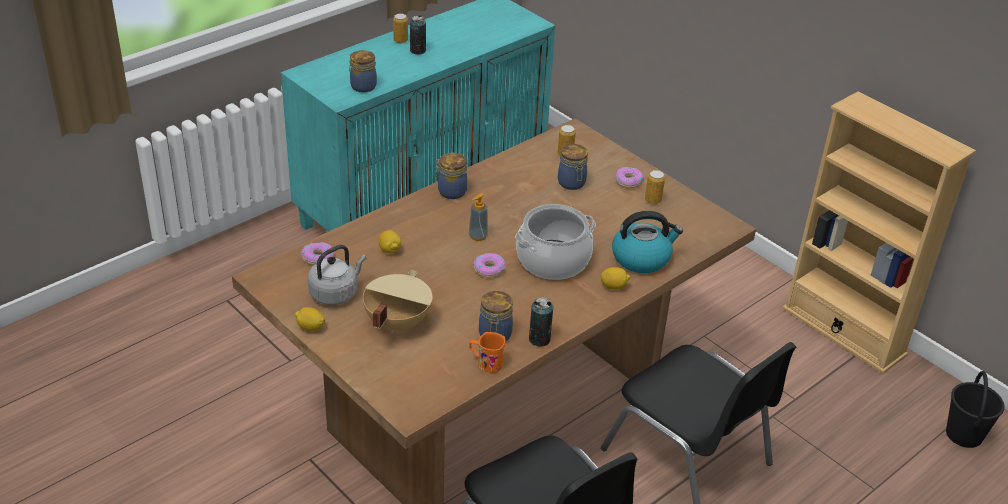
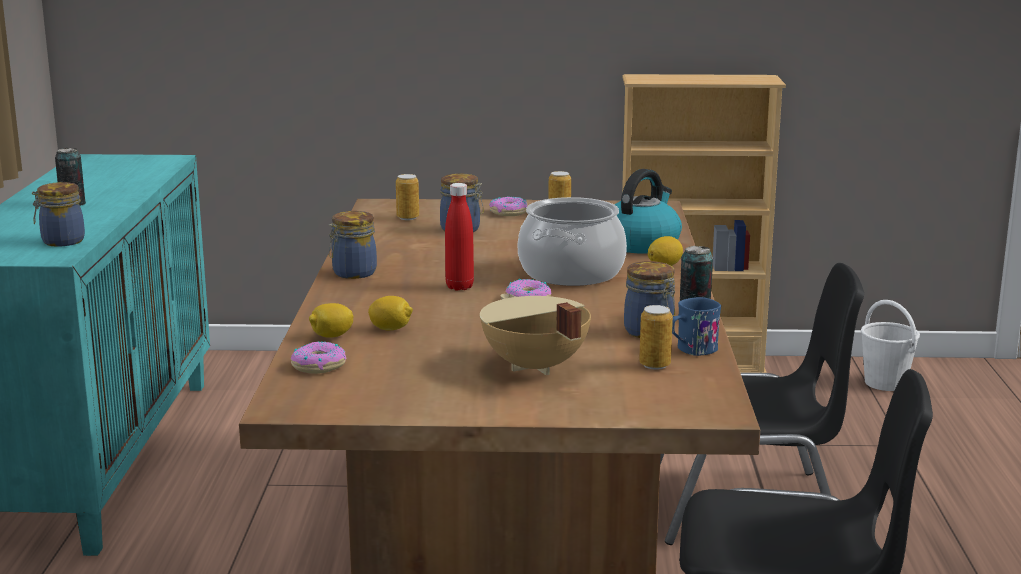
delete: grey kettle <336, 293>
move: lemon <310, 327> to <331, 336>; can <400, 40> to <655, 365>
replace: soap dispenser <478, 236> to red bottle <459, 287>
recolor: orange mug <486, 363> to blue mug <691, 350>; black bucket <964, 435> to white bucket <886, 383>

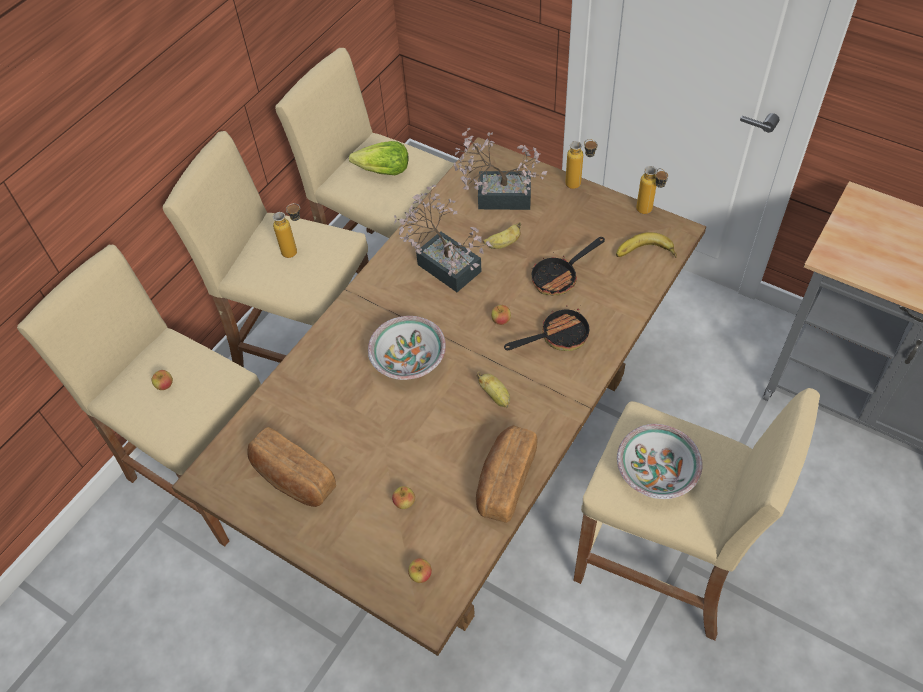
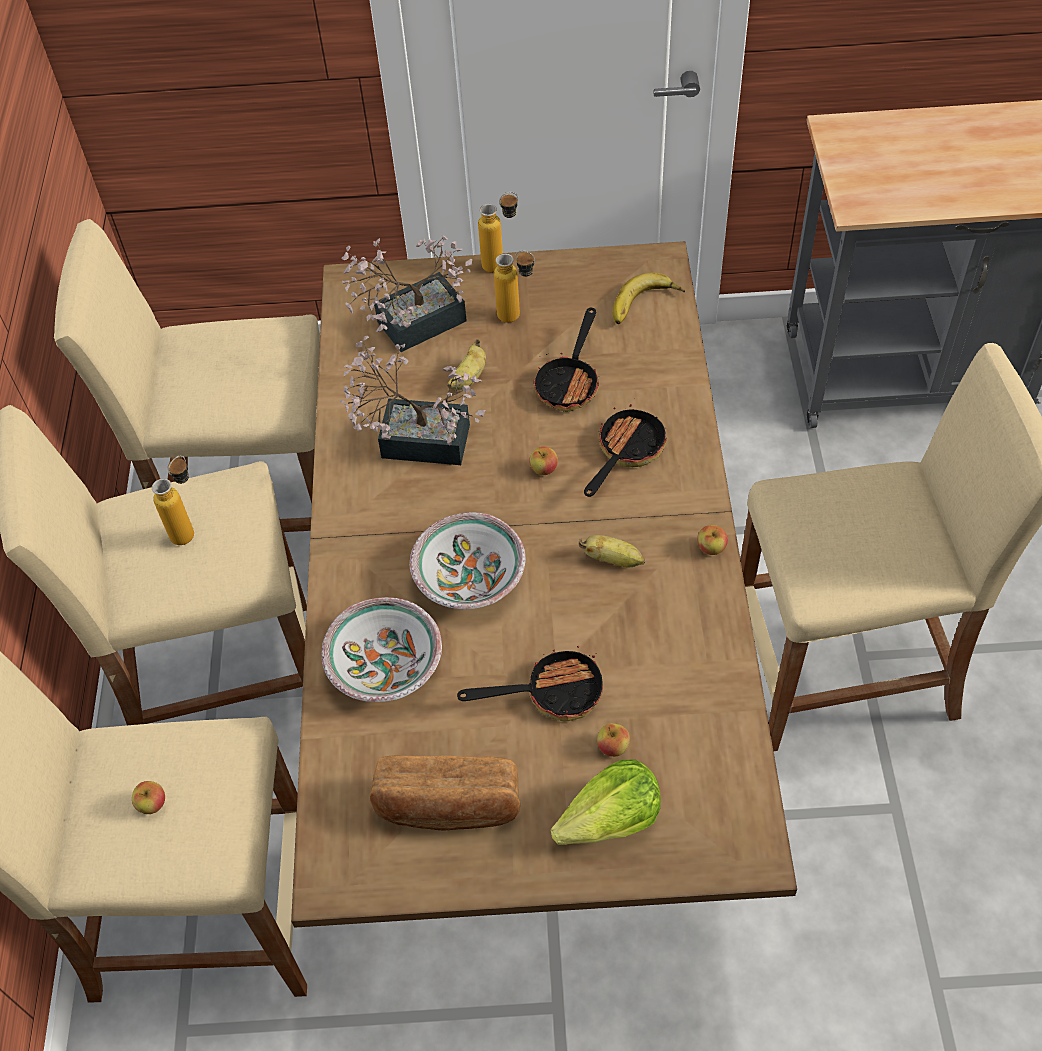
delete: bread <505, 481>
insert: frying pan <552, 692>
move: lettuce <383, 171> to <610, 820>; apple <420, 575> to <711, 548>; bowl <656, 470> to <384, 664>; bottle <648, 213> to <517, 317>

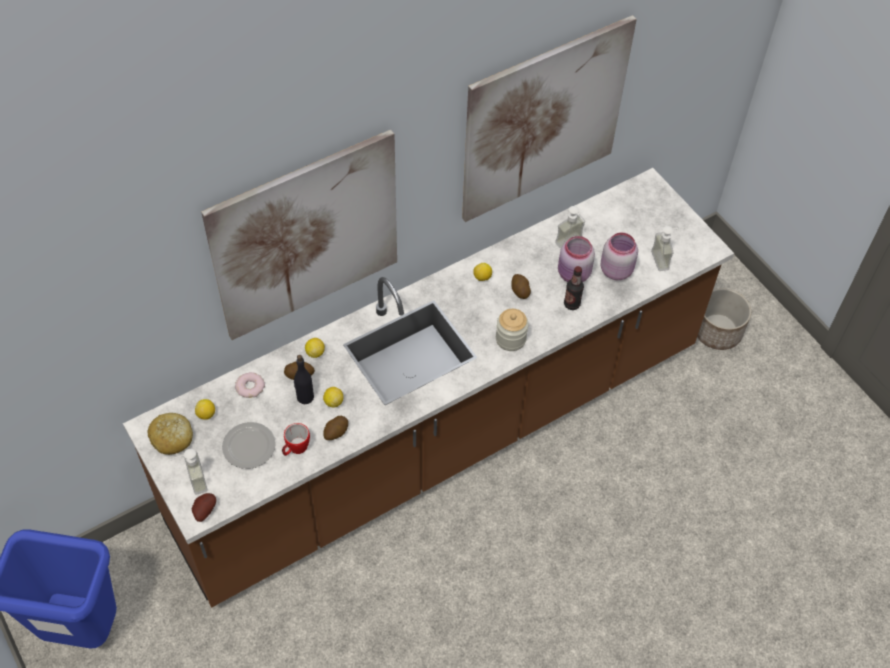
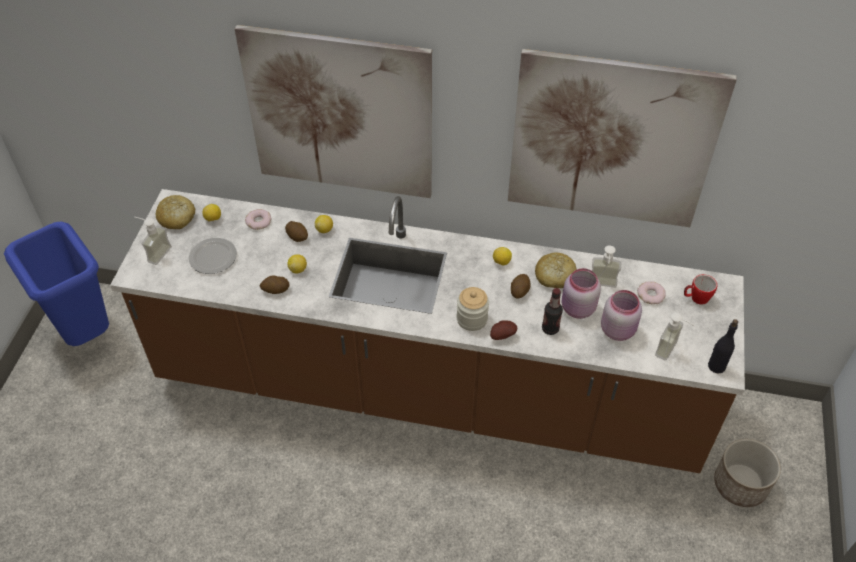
insert: bread <554, 276>; donut <651, 295>
move: potato <204, 511> to <502, 335>; mug <295, 449> to <696, 298>; black bottle <305, 397> to <716, 366>

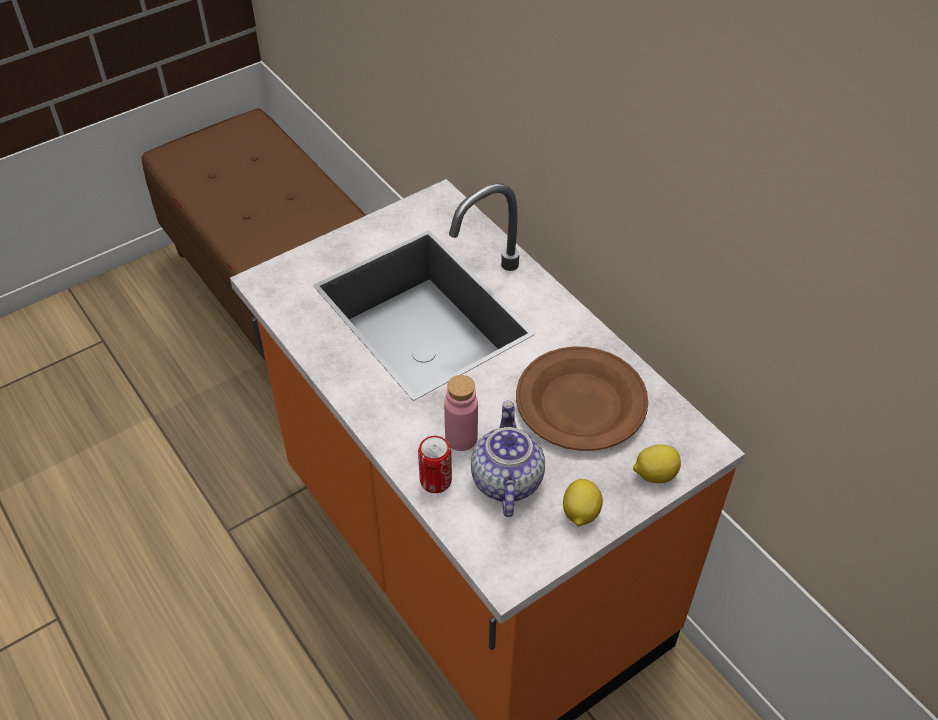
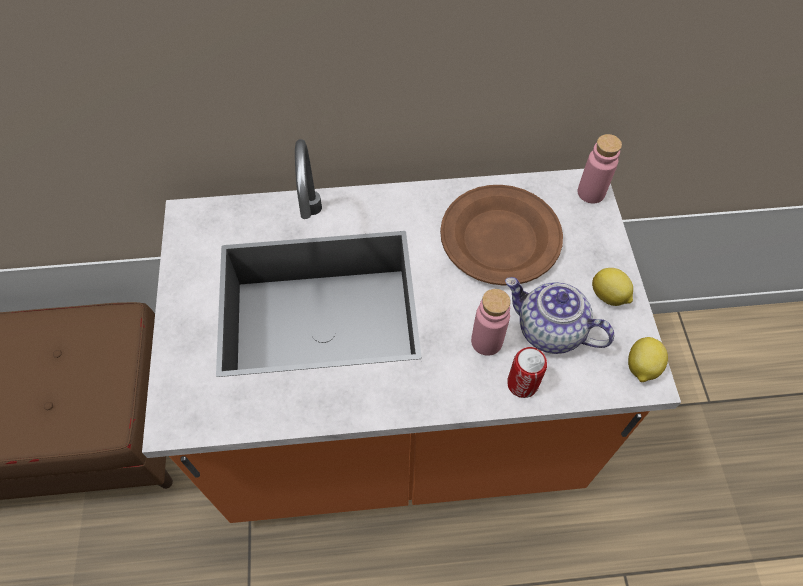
insert: pink bottle <591, 192>
move: lemon <654, 474> to <641, 367>

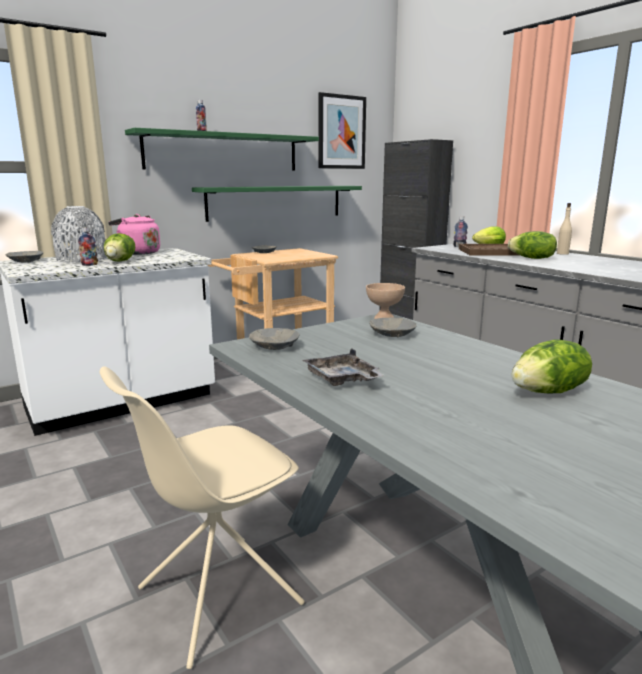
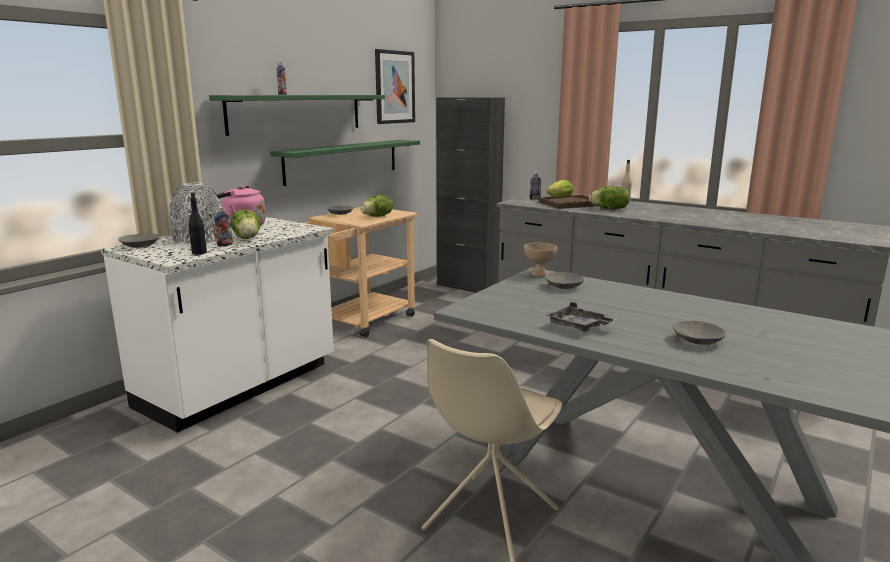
insert: black bottle <199, 253>
move: grey bowl <274, 346> to <697, 341>; lettuce <549, 392> to <377, 216>

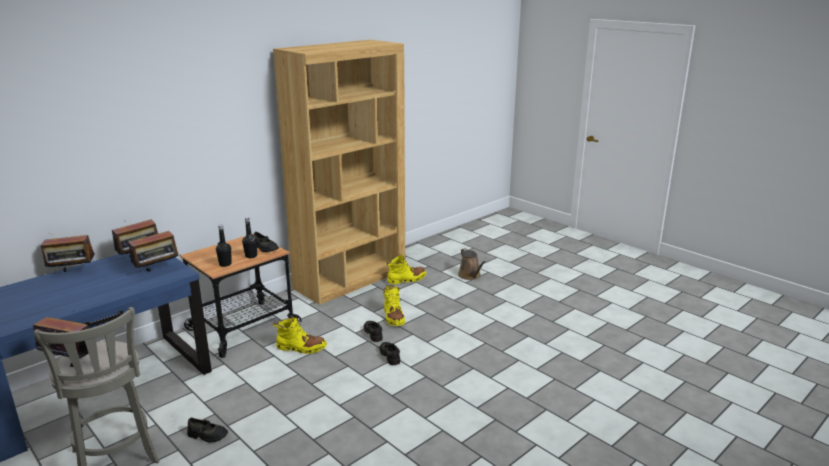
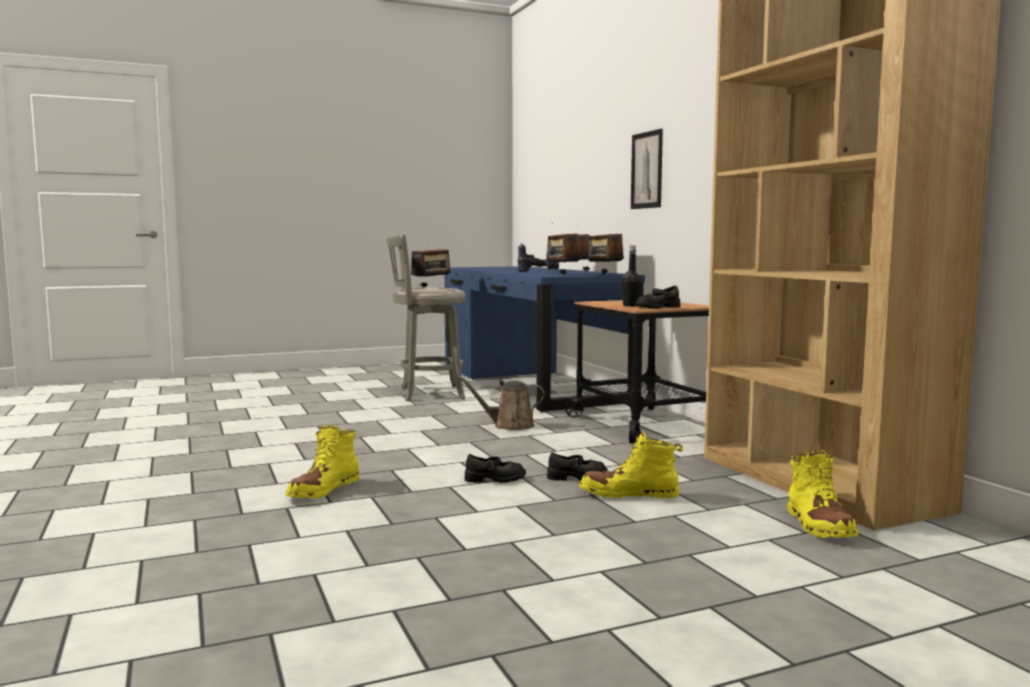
delete: black shoe <207, 435>; black bottle <225, 264>
insert: power drill <539, 271>; picture <647, 170>
move: yellow boot <301, 348> to <323, 490>; brown watering can <470, 276> to <509, 426>

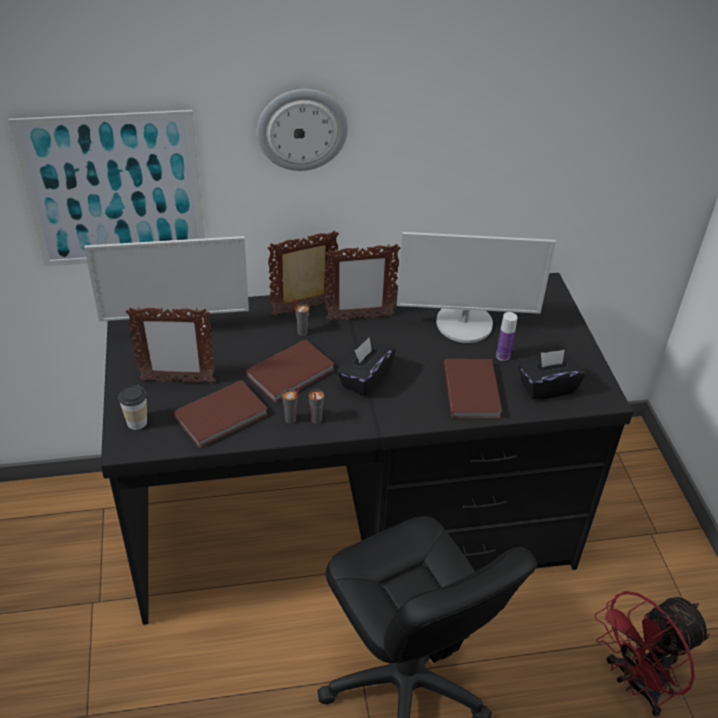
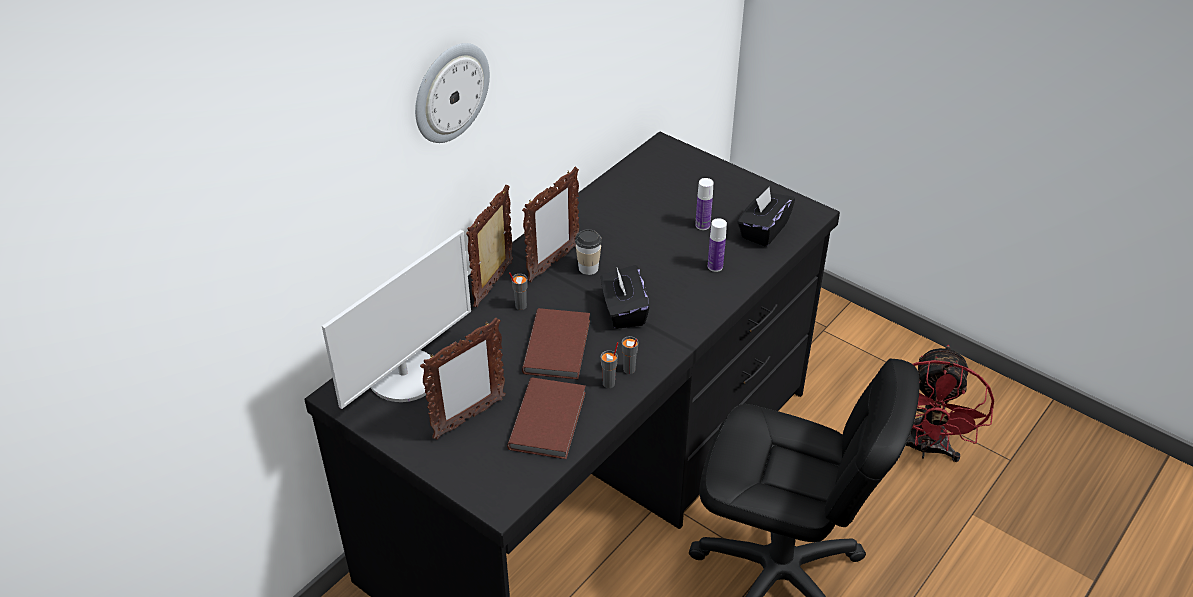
delete: picture <114, 191>; monitor <464, 324>
move: cup <137, 422> to <588, 268>
replace: brown book <473, 390> to bottle <715, 266>

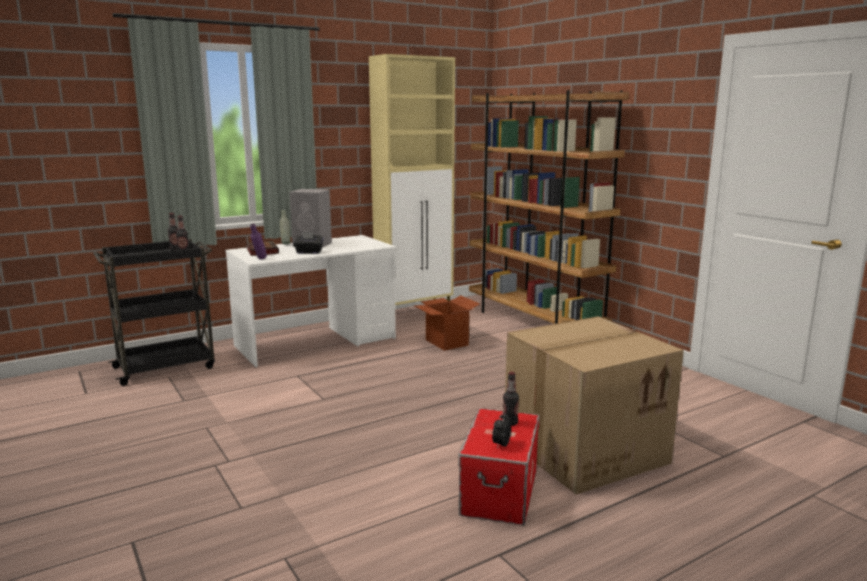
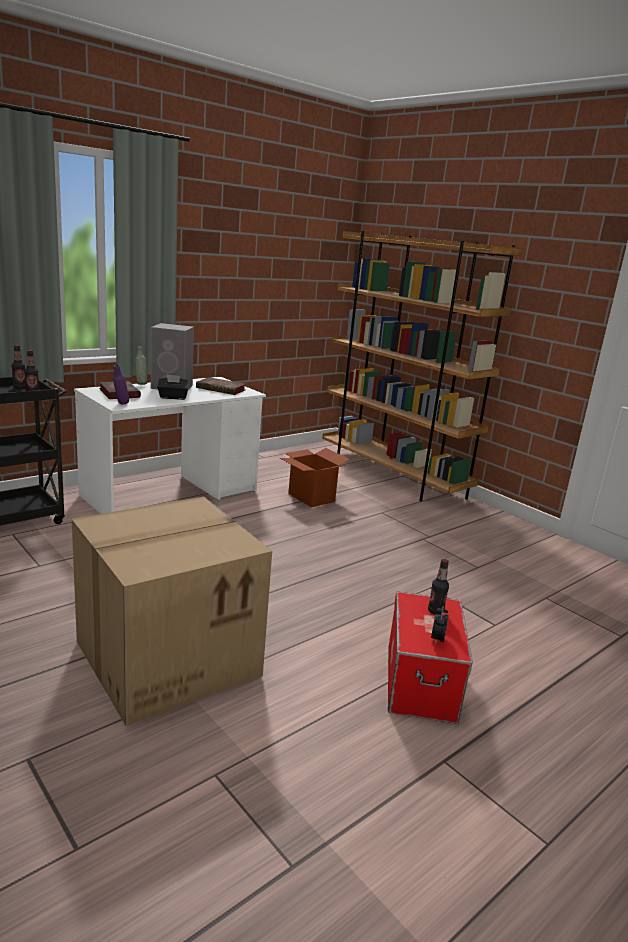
delete: beige cabinet <415, 312>
insert: book <222, 389>
move: cardboard box <584, 449> to <169, 656>

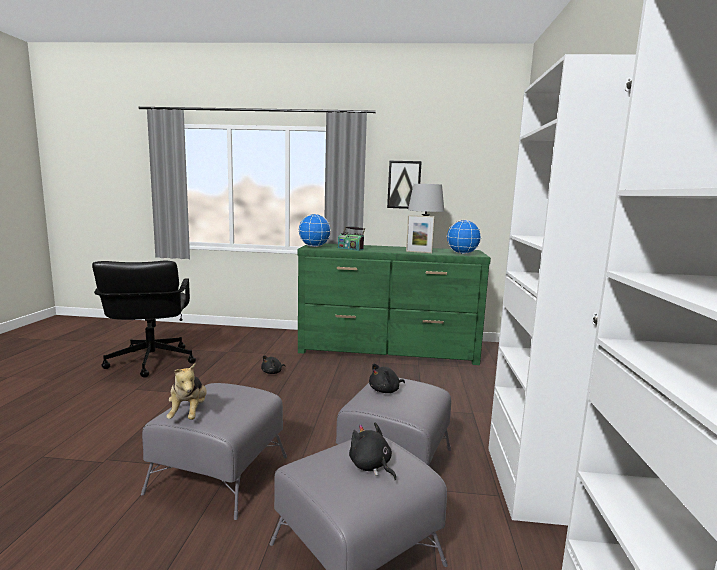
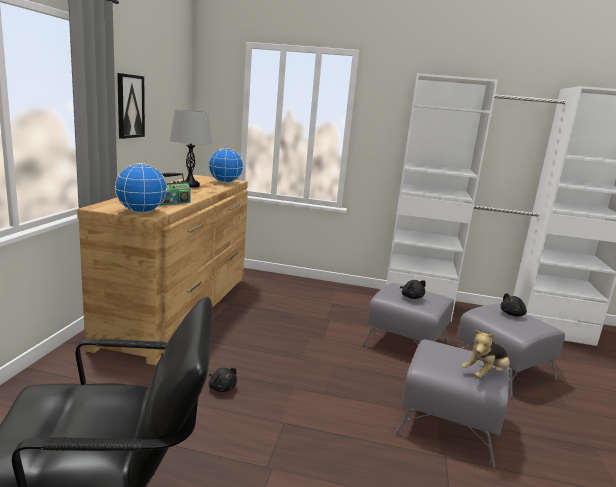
delete: picture frame <418, 252>
recolor: green dresser <388, 350> to brown dresser <180, 308>
rotate: plush toy <189, 413> = <485, 374> 150 degrees clockwise

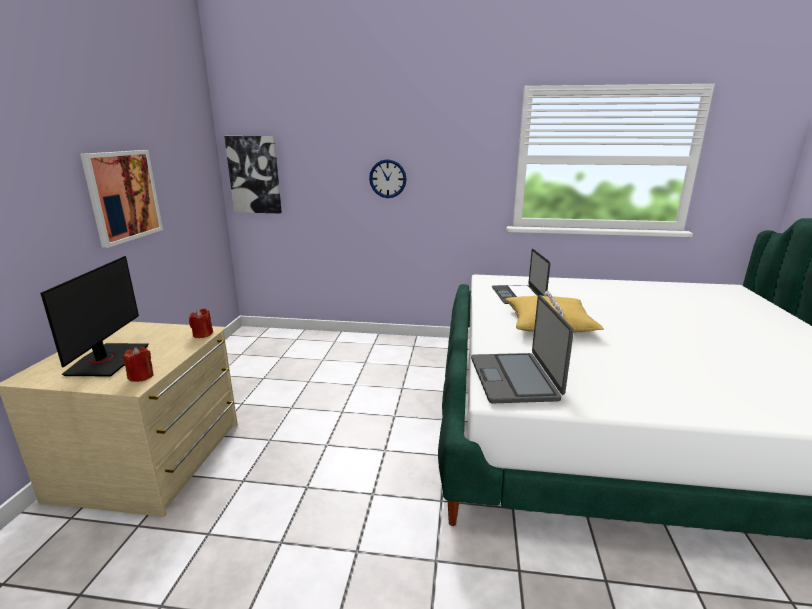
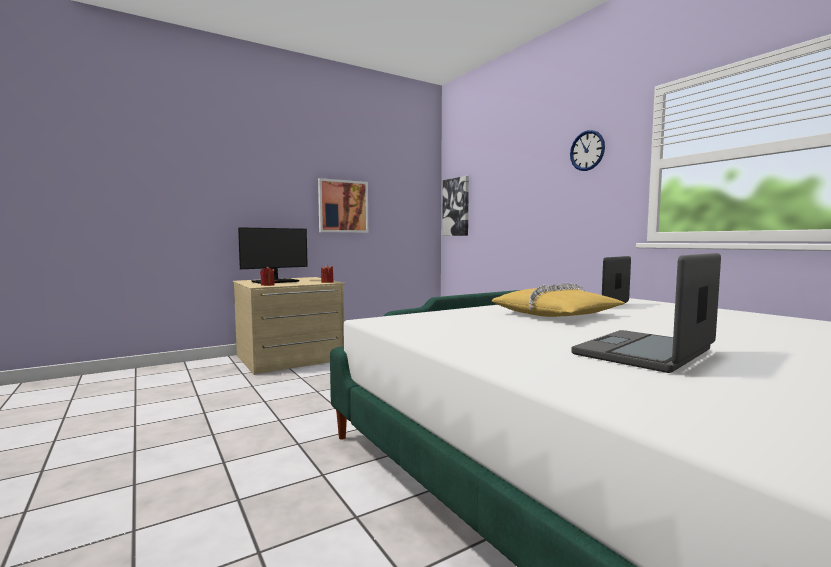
move: wall clock <387, 178> to <587, 150>; laptop <515, 378> to <645, 353>

